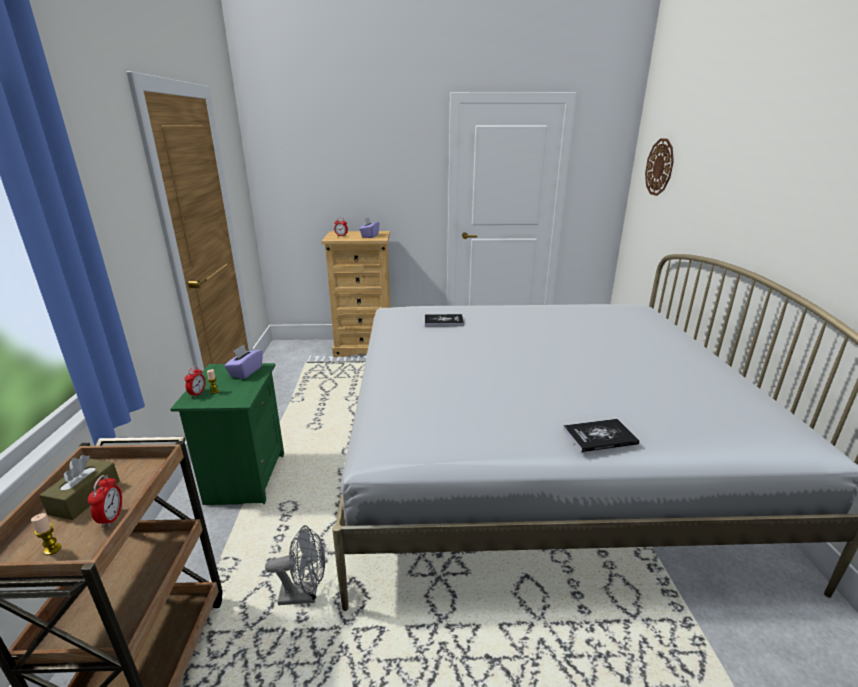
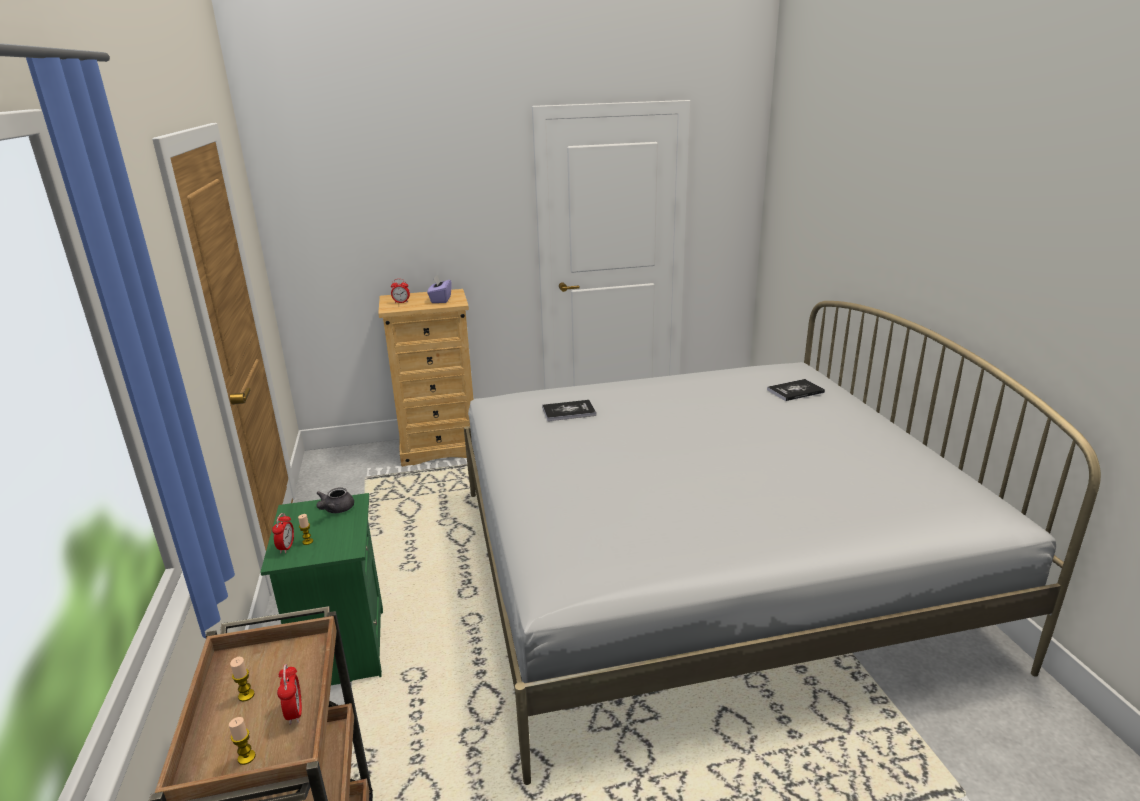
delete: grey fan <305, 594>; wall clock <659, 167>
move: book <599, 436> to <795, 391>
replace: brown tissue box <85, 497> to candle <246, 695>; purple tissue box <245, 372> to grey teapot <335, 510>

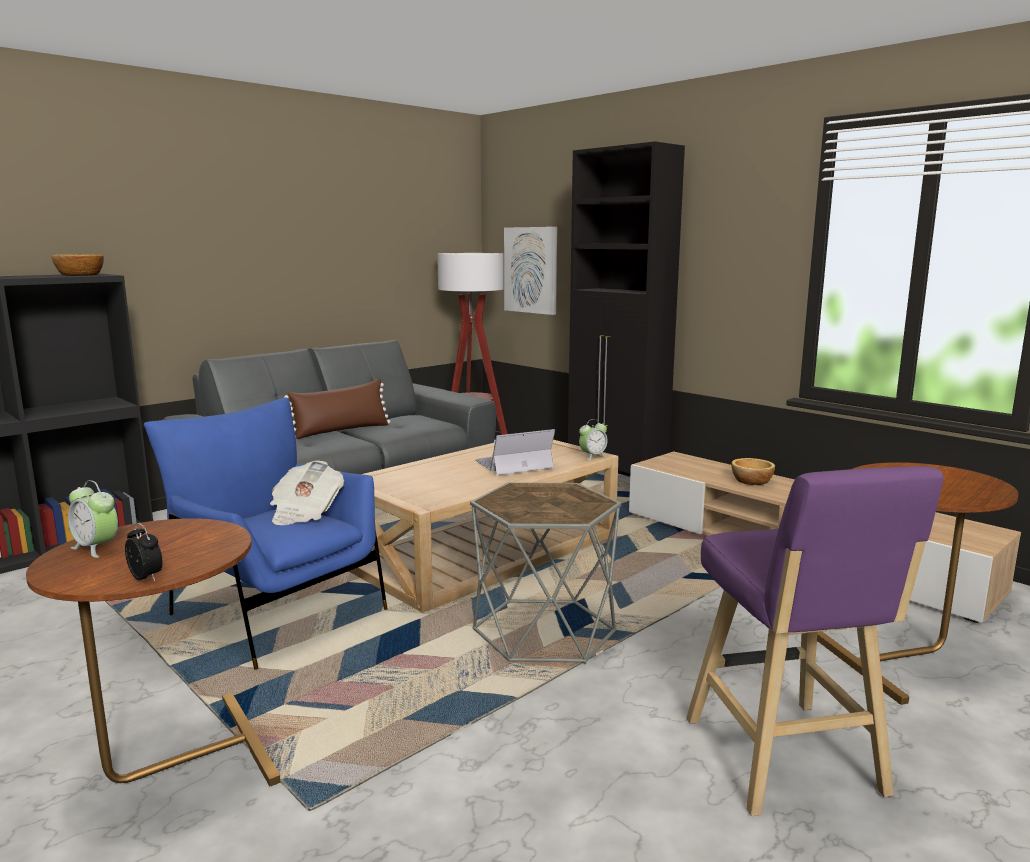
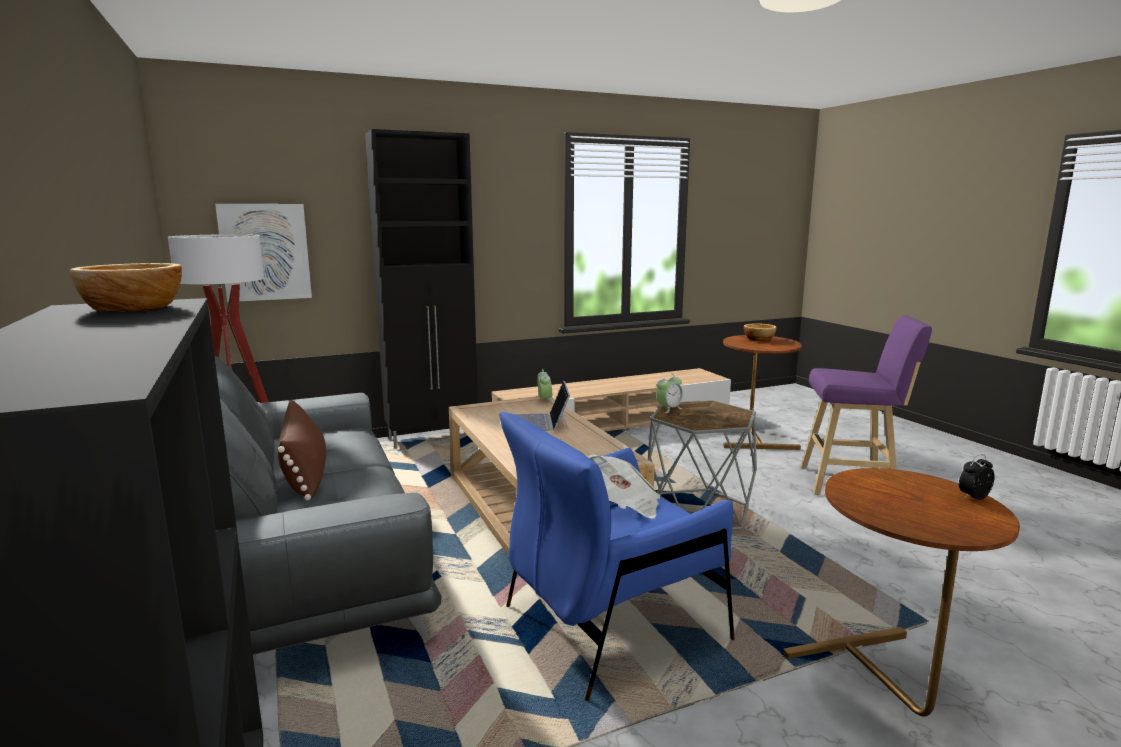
move: alarm clock <96, 548> to <669, 409>; bowl <752, 481> to <759, 339>

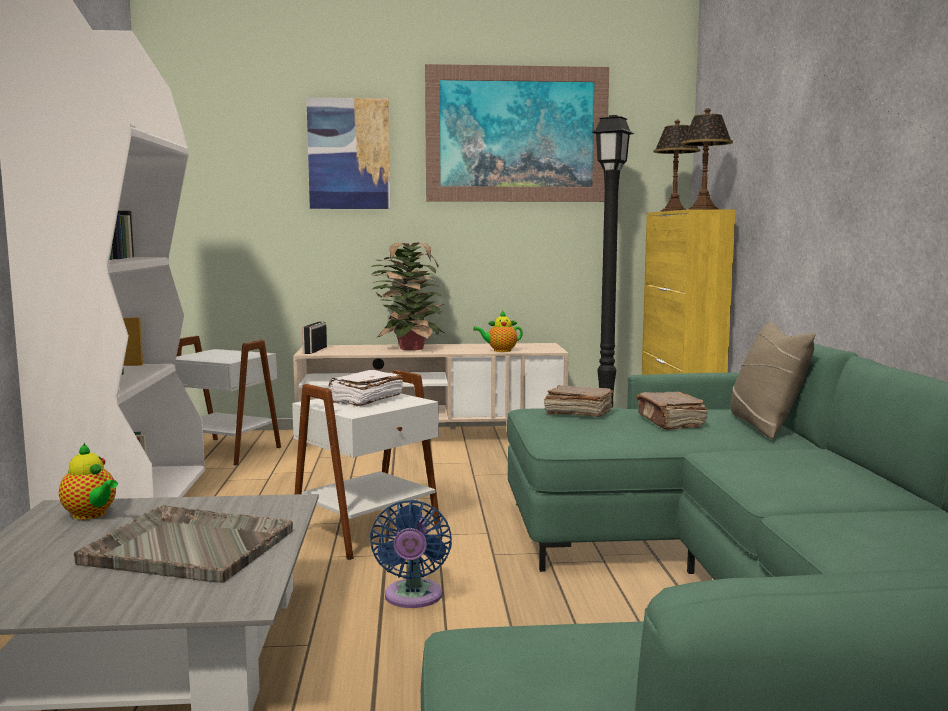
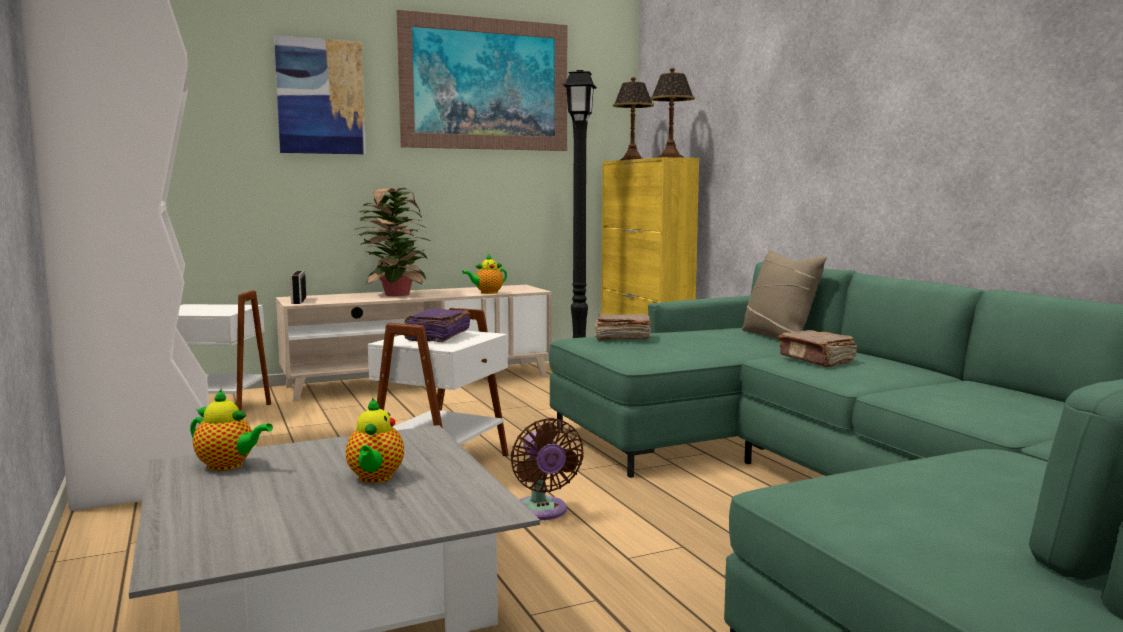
move: brown book <670, 422> to <816, 360>
replace: grey tray <187, 546> to teapot <375, 478>
recolor: white book <365, 400> to purple book <437, 337>; blue fan <412, 598> to brown fan <541, 512>

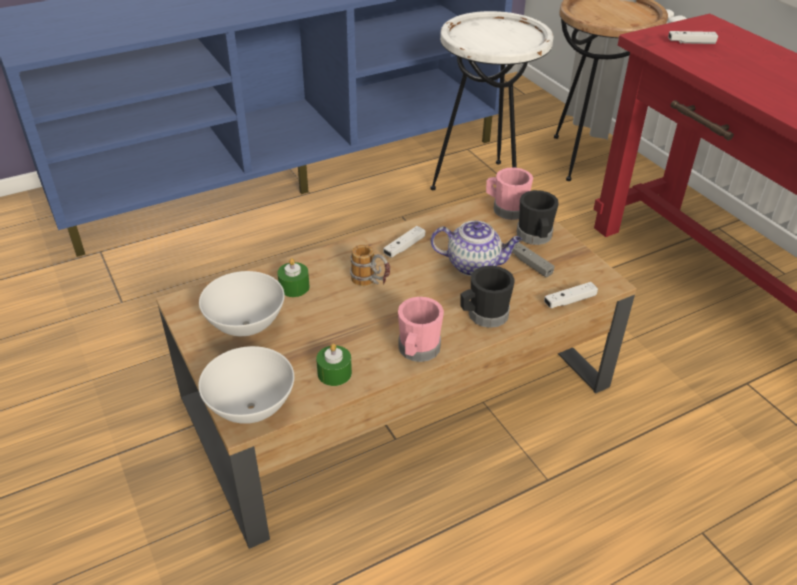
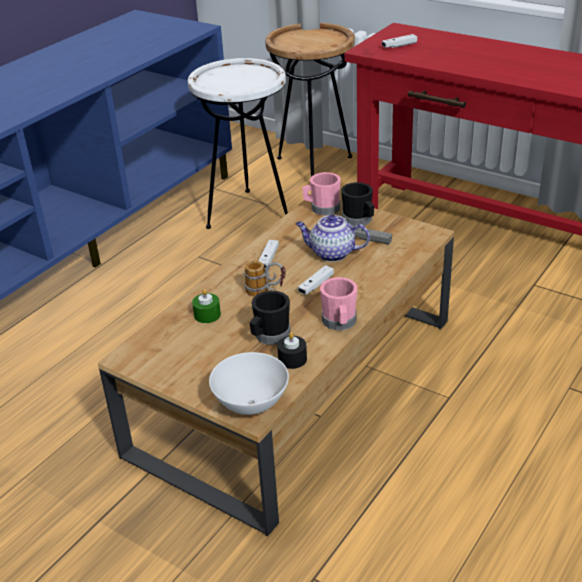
delete: white bowl <245, 327>
move: black mug <483, 316> to <269, 336>; white game controller <569, 301> to <316, 285>
recolor: green candle <334, 373> to black candle <292, 359>
rotate: teapot <474, 265> = <331, 253> 150 degrees counterclockwise

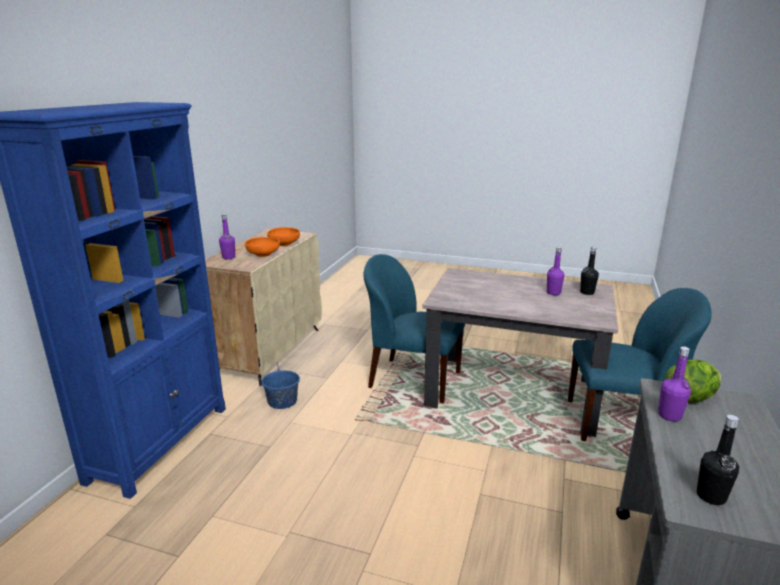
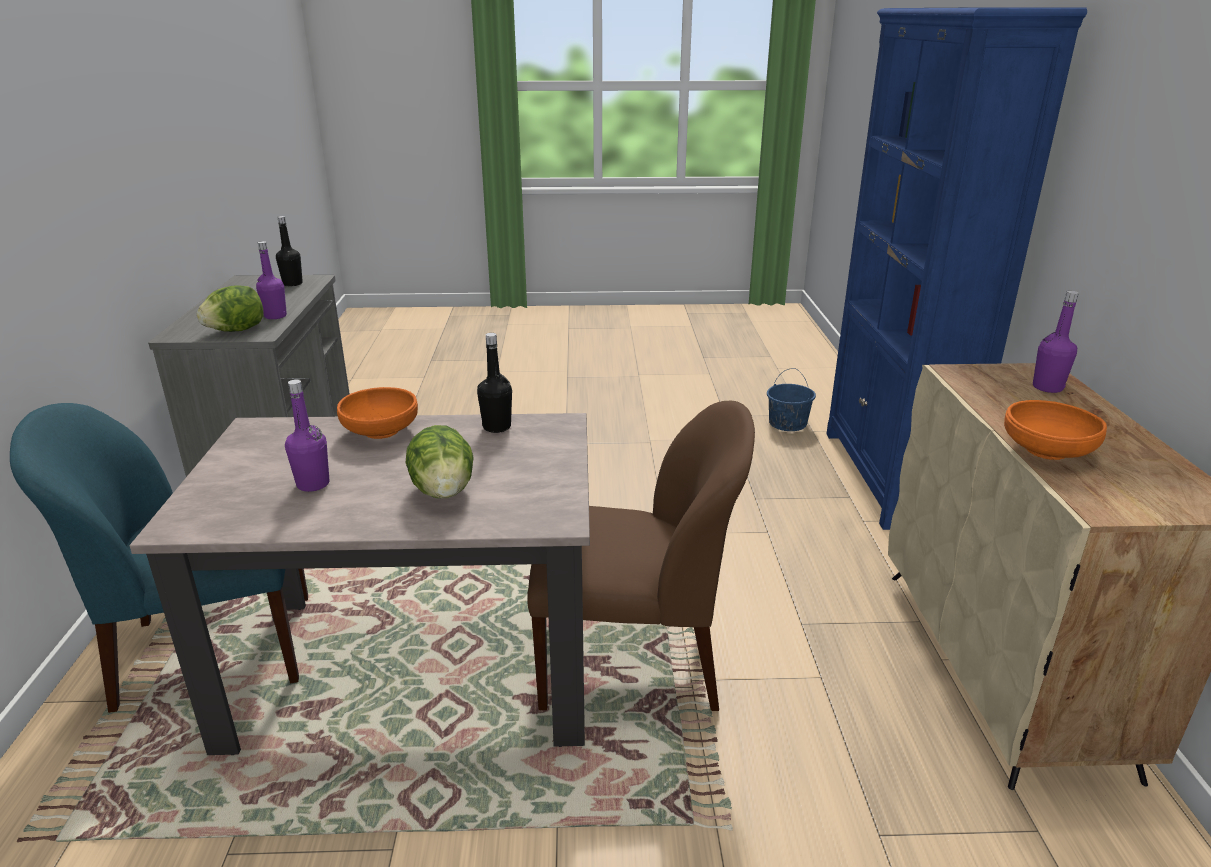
insert: lettuce <443, 491>
move: orange bowl <263, 254> to <381, 431>; blue bucket <282, 401> to <787, 423>; black bottle <587, 292> to <497, 427>
recolor: blue chair <413, 379> to brown chair <633, 661>

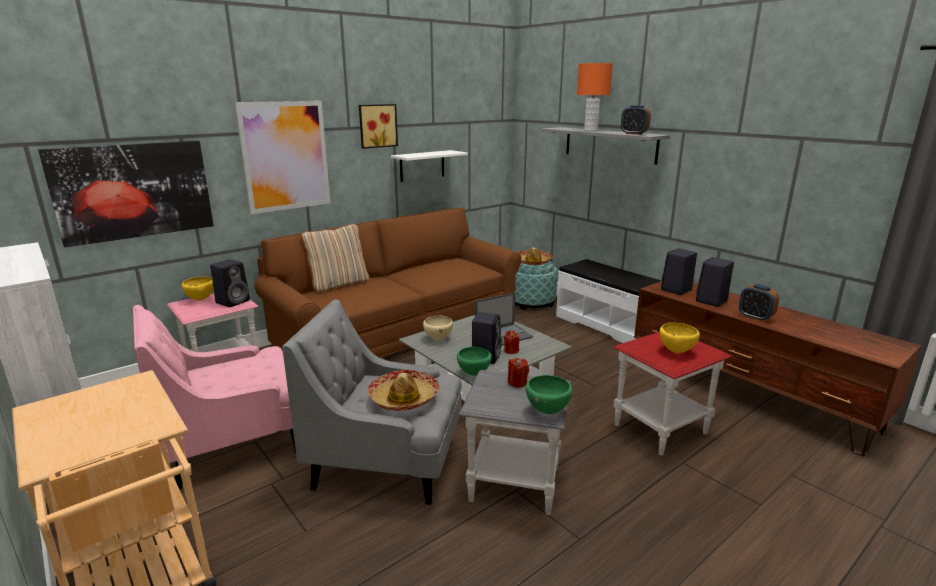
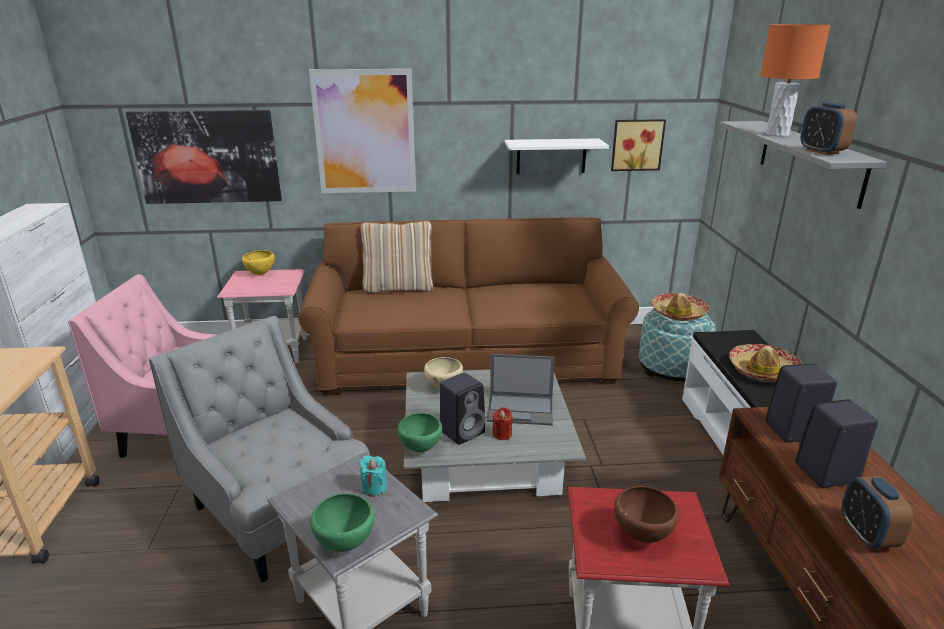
delete: black speaker <233, 301>
move: picture <377, 126> to <636, 144>; hat <404, 398> to <763, 370>
recolor: red candle <517, 382> to turquoise candle <374, 488>; yellow bowl <676, 352> to brown bowl <641, 536>

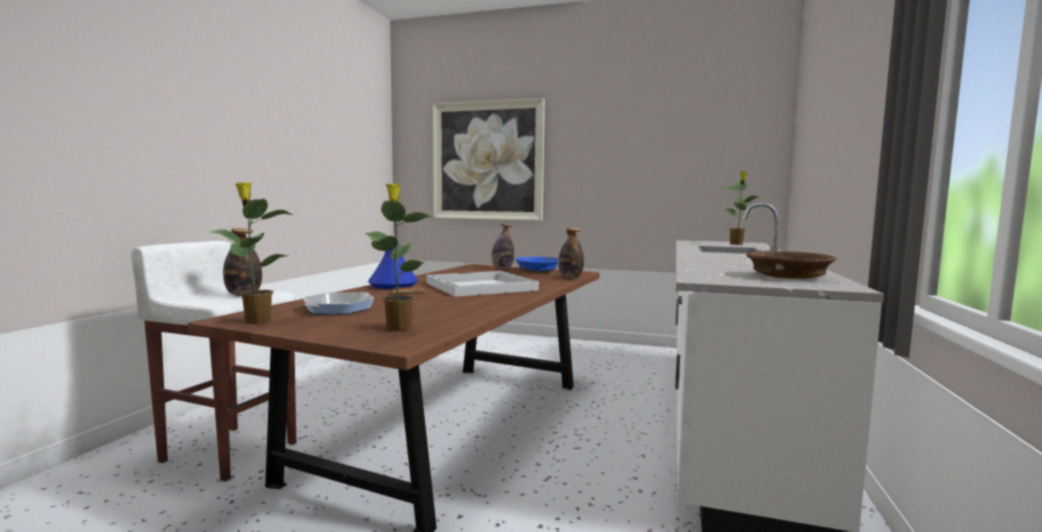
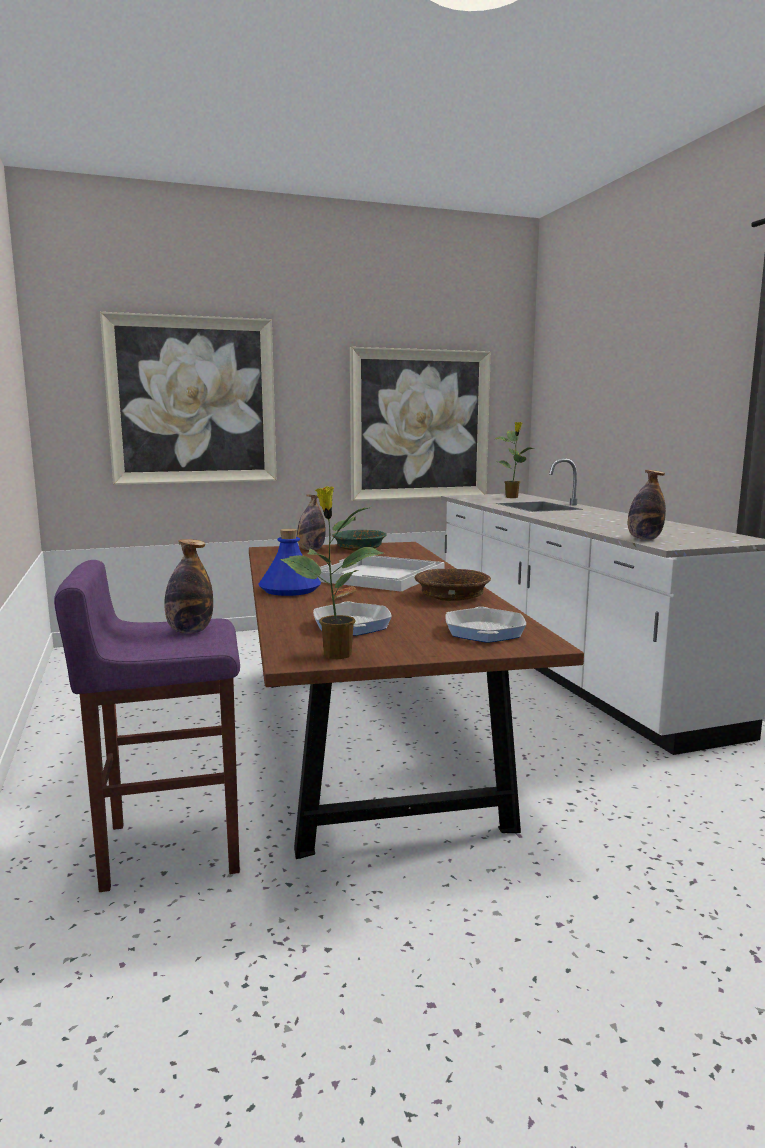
insert: picture <420, 425>
move: bottle <570, 277> to <644, 539>; brown bowl <787, 276> to <452, 596>
replace: potted plant <398, 328> to frying pan <484, 631>
recolor: white stool <229, 451> to purple stool <170, 847>; blue bowl <537, 271> to green bowl <359, 548>

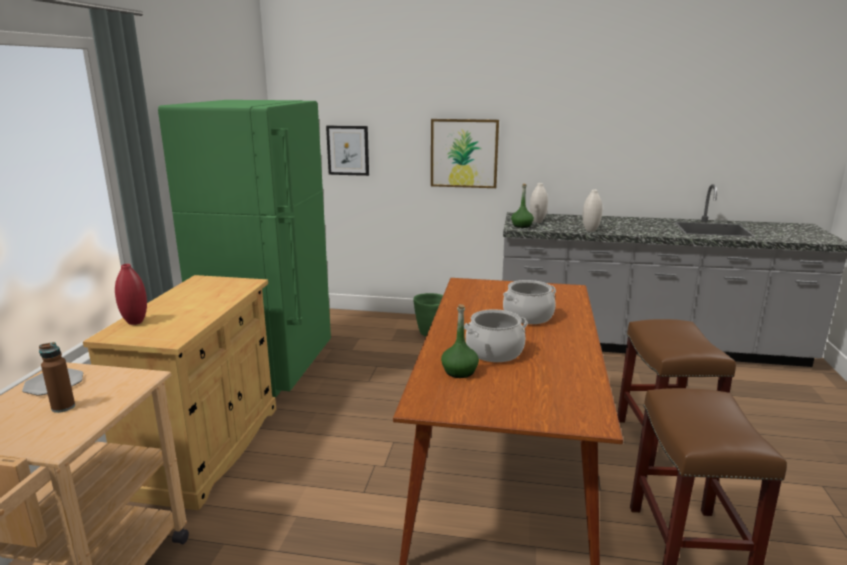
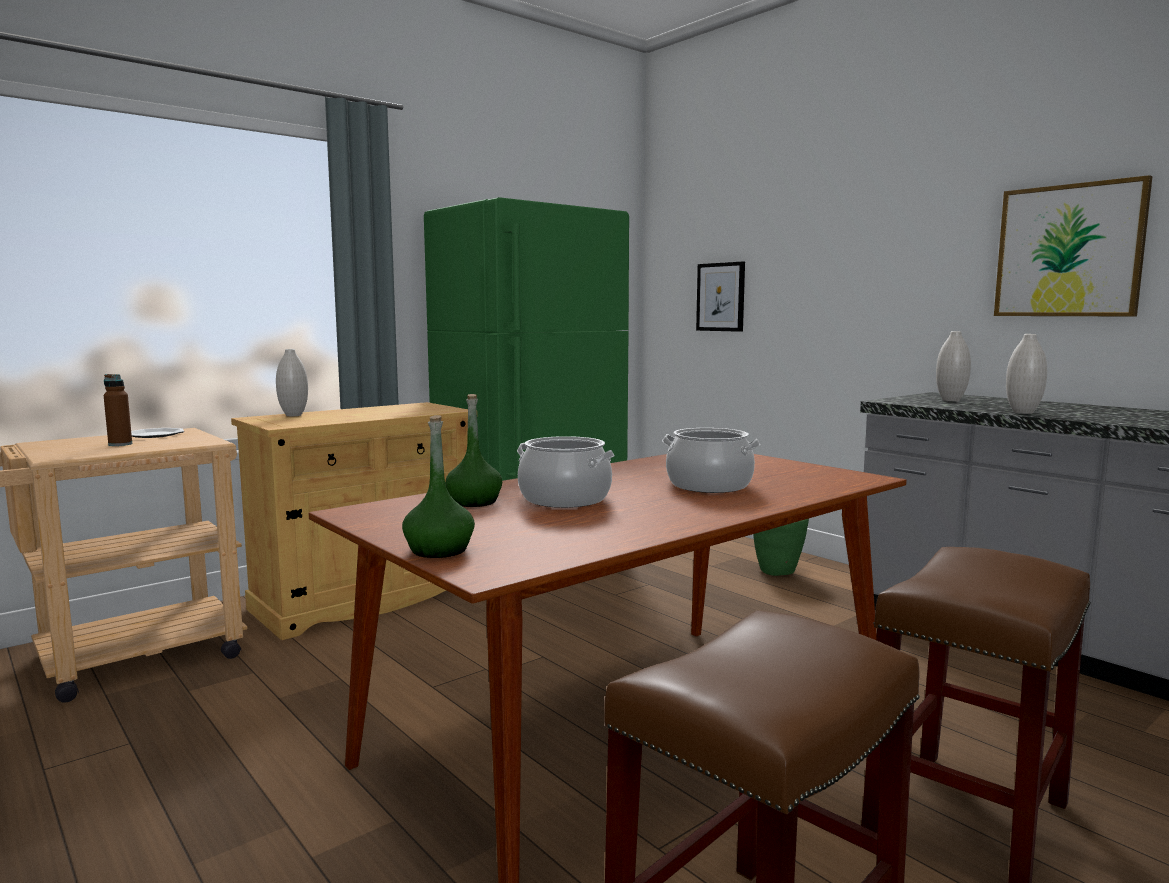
move: picture <464, 153> to <1069, 251>; green bottle <522, 226> to <439, 550>
recolor: red vase <135, 322> to white vase <293, 415>

